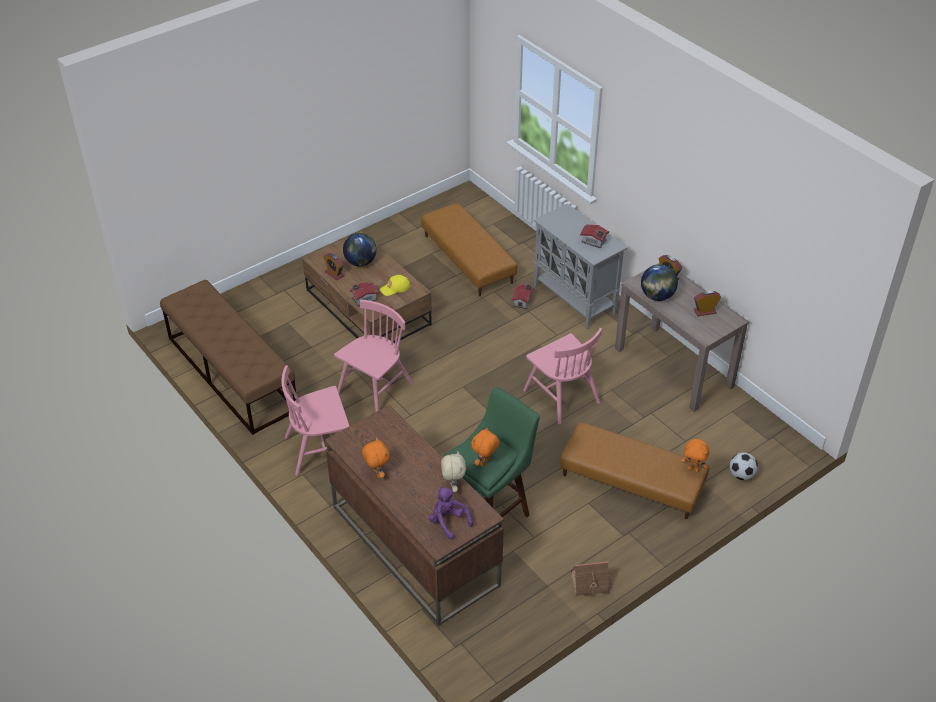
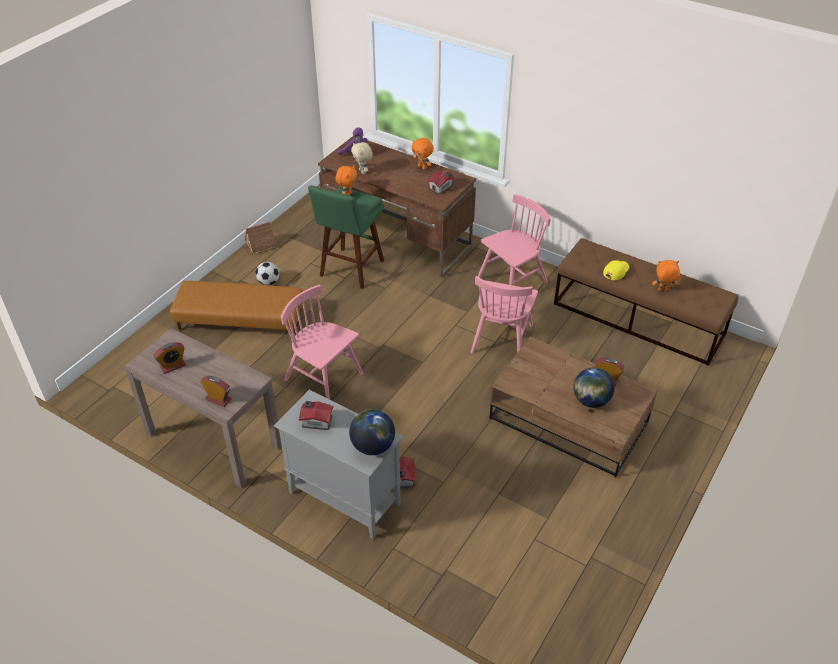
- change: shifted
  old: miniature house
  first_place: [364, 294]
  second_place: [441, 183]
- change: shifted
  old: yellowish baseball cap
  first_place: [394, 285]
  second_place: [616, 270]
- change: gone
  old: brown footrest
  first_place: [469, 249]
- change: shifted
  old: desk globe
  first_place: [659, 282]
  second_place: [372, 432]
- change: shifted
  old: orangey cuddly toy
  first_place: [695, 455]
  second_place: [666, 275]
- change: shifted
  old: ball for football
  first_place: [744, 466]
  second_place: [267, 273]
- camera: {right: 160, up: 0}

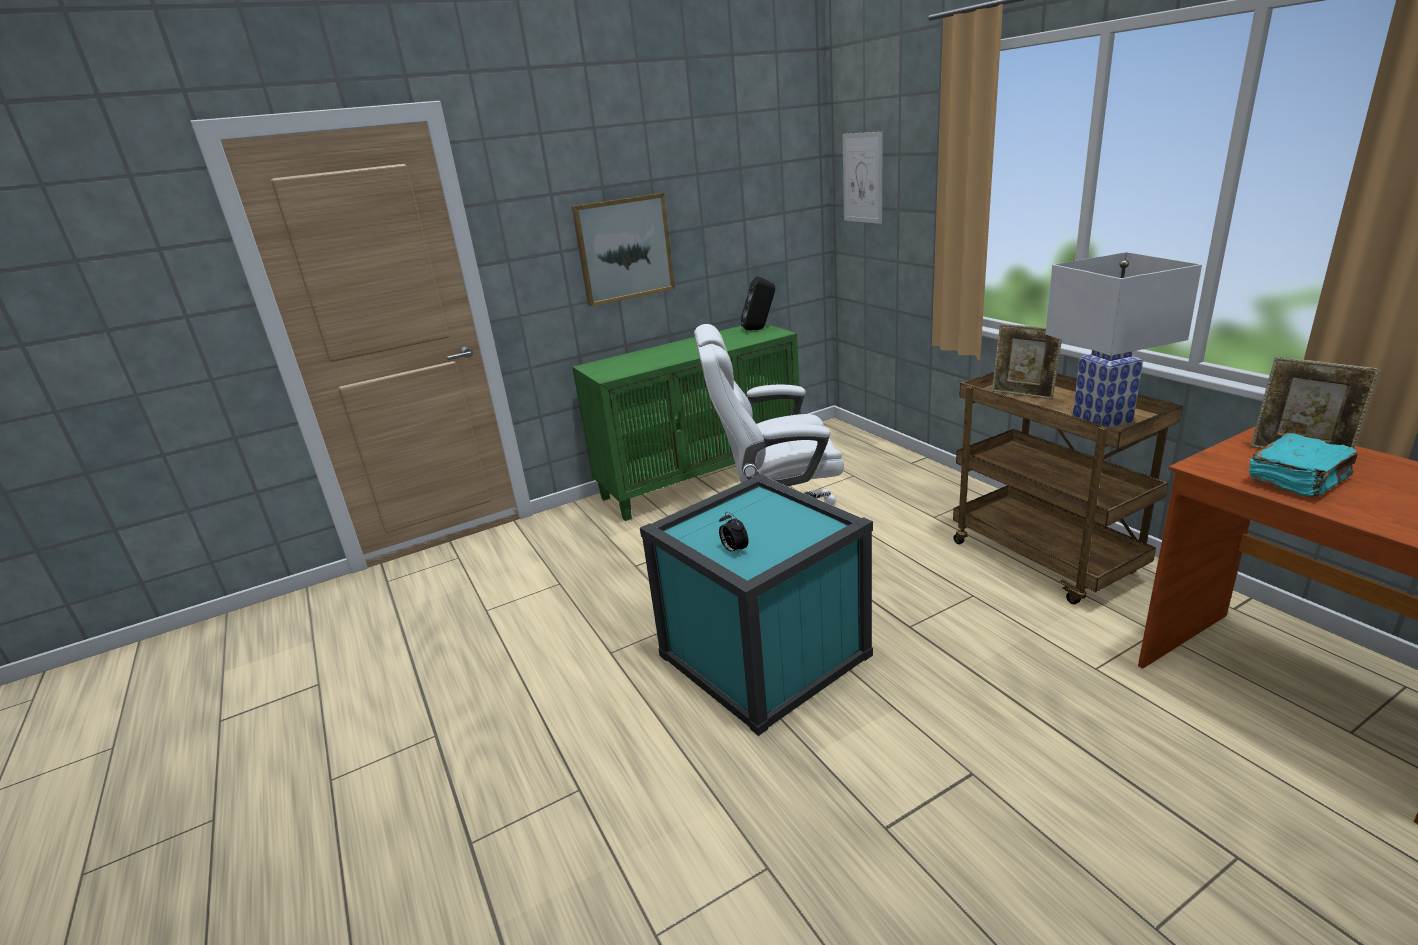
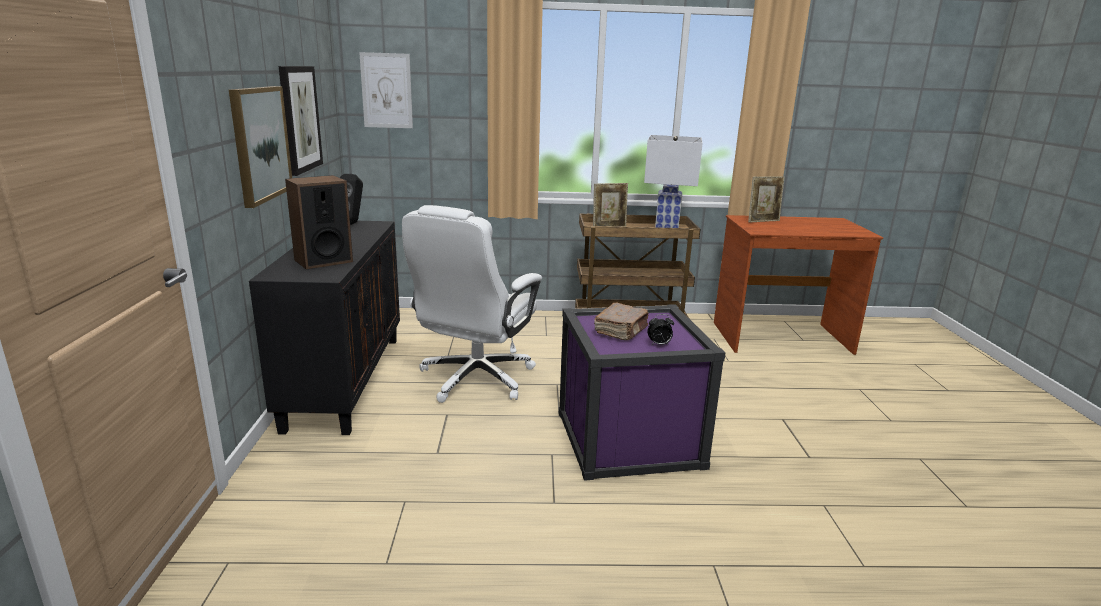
- change: repainted
  old: greenish storage cabinet
  new: black storage cabinet
  first_place: [686, 422]
  second_place: [324, 328]
- change: repainted
  old: turquoise storage box
  new: purplish storage box
  first_place: [756, 604]
  second_place: [642, 392]
- change: gone
  old: turquoise volume
  first_place: [1303, 465]
- change: new
  new: wall art
  second_place: [301, 121]
- change: new
  new: loudspeaker
  second_place: [319, 222]
- change: new
  new: brown volume
  second_place: [621, 321]
- camera: {right: -65, up: -5}

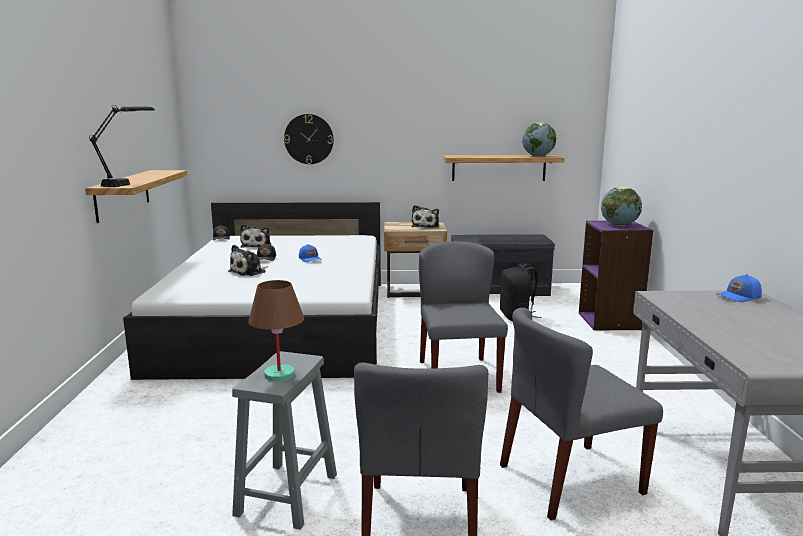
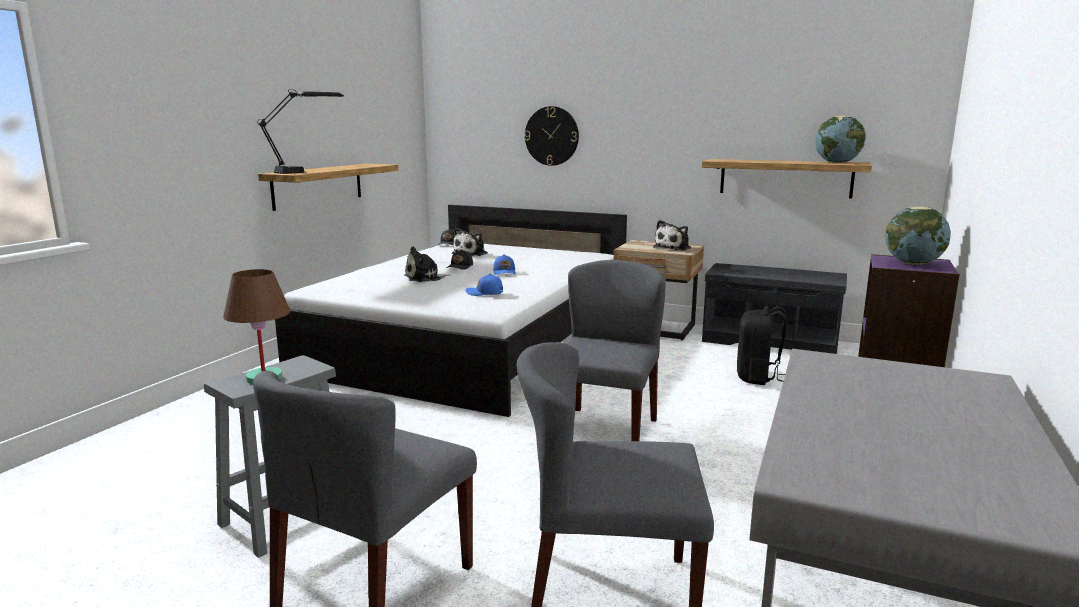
- change: shifted
  old: blue baseball cap
  first_place: [739, 288]
  second_place: [484, 285]
- camera: {right: 25, up: 0}

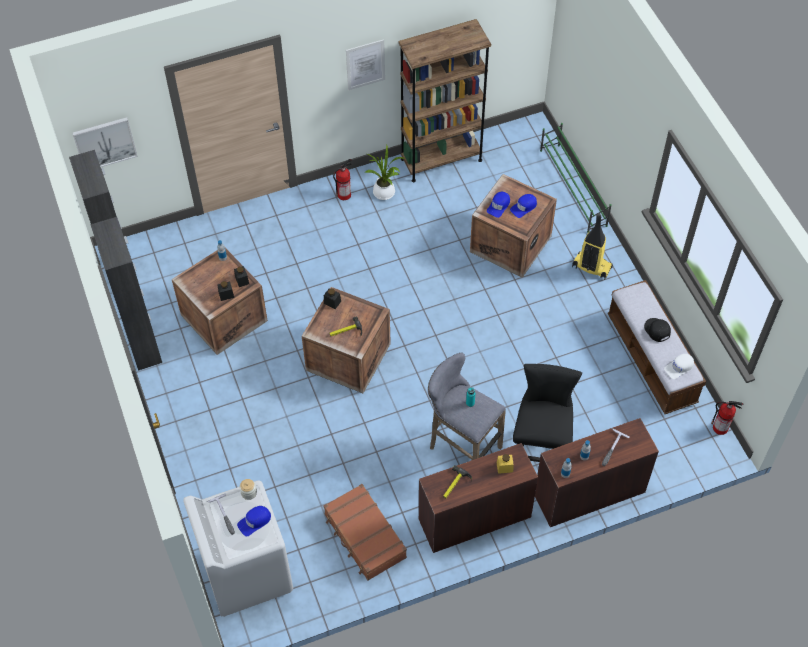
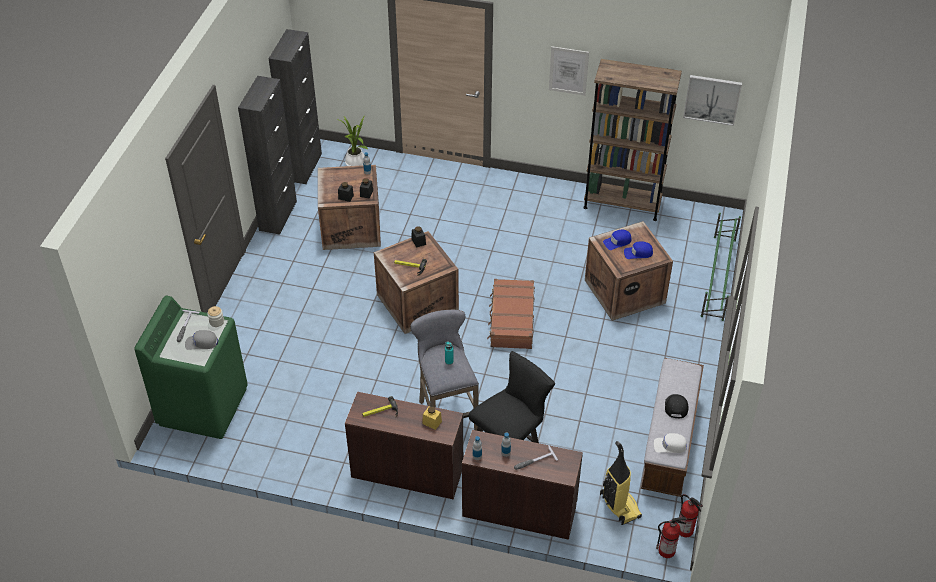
- change: shifted
  old: wall art
  first_place: [105, 142]
  second_place: [712, 100]
- change: repainted
  old: white laundry appliance
  new: greenish laundry appliance
  first_place: [238, 548]
  second_place: [191, 367]
- change: repainted
  old: blue baseball cap
  new: gray baseball cap
  first_place: [254, 521]
  second_place: [201, 340]
- change: shifted
  old: brown piece of luggage
  first_place: [365, 532]
  second_place: [511, 314]
- change: shifted
  old: extinguisher
  first_place: [342, 179]
  second_place: [672, 537]
- change: shifted
  old: potted plant
  first_place: [385, 172]
  second_place: [352, 141]
- change: shifted
  old: vacuum
  first_place: [592, 246]
  second_place: [621, 483]
- camera: {right: 35, up: -10}

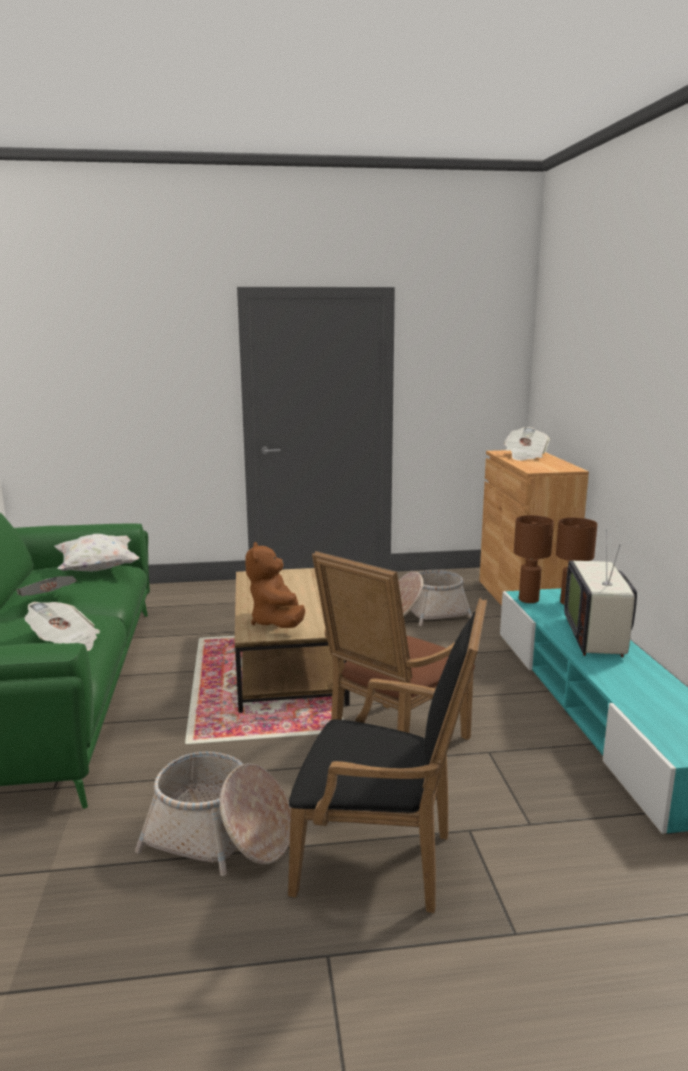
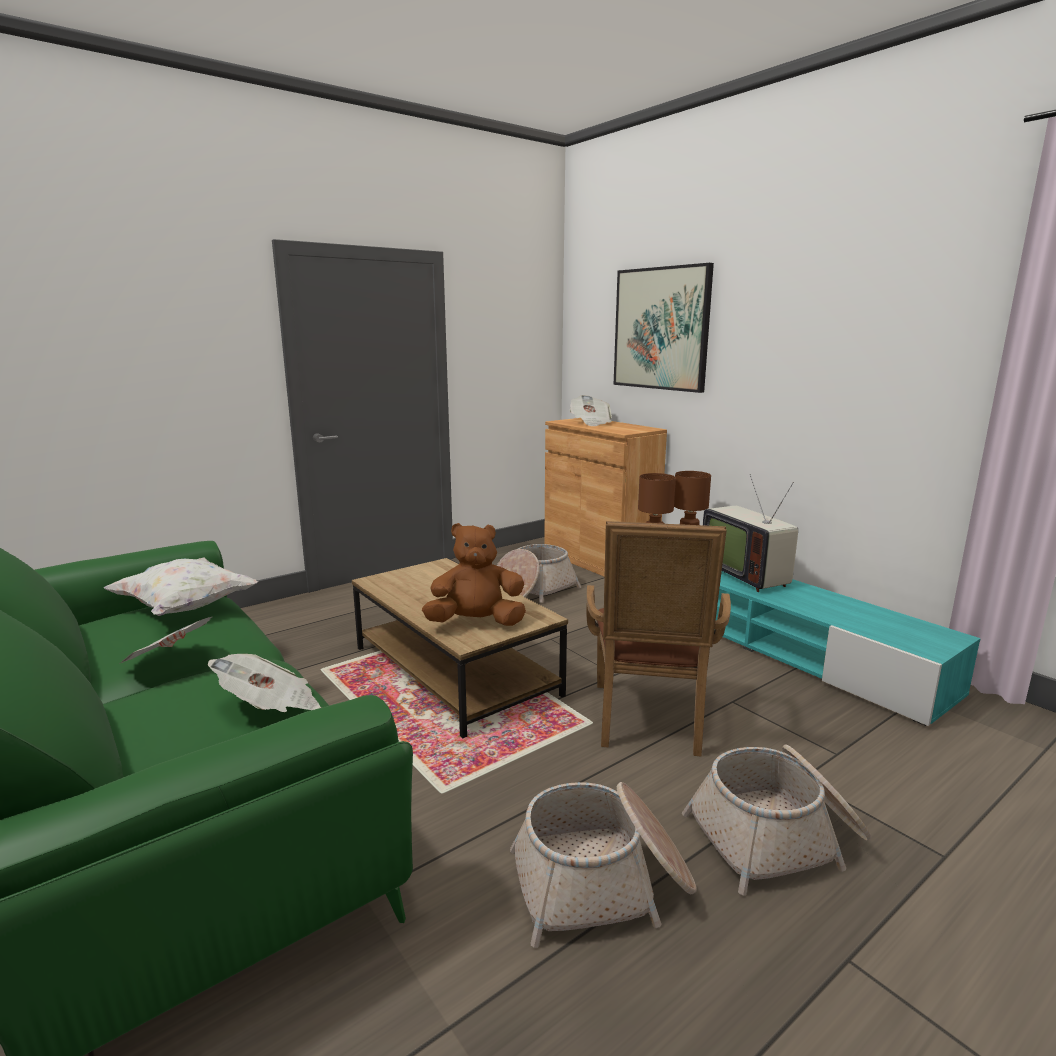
- change: rotated
  old: brown cuddly toy
  first_place: [275, 585]
  second_place: [474, 574]
  degrees: 120
- change: swapped
  old: black lounge chair
  new: storage basket
  first_place: [387, 755]
  second_place: [776, 820]
- change: new
  new: wall art
  second_place: [664, 328]
- camera: {right: -30, up: 0}

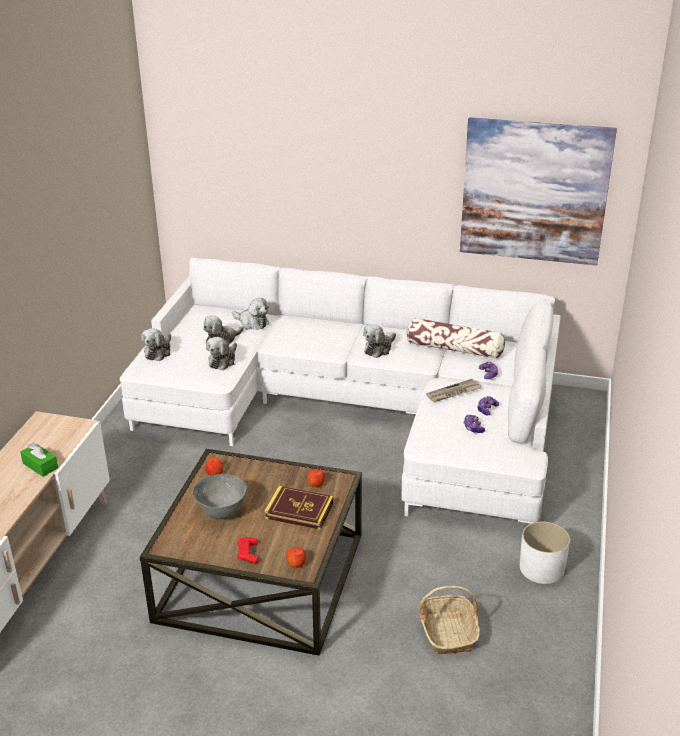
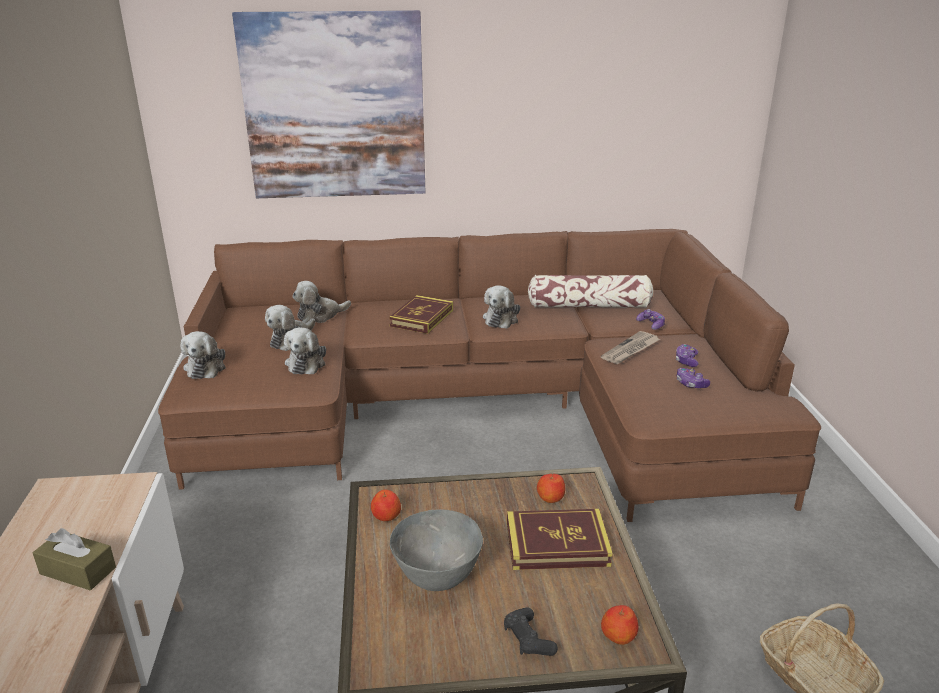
- change: repainted
  old: greenish tissue holder
  new: brown tissue holder
  first_place: [39, 459]
  second_place: [74, 559]
- change: repainted
  old: white couch
  new: brown couch
  first_place: [340, 390]
  second_place: [489, 375]
- change: rotated
  old: cuddly toy
  first_place: [250, 314]
  second_place: [321, 302]
  degrees: 135
- change: repainted
  old: reddish game controller
  new: black game controller
  first_place: [247, 550]
  second_place: [531, 632]
- change: shifted
  old: wall art
  first_place: [538, 191]
  second_place: [329, 104]
- change: gone
  old: white planter
  first_place: [545, 552]
- change: new
  new: volume
  second_place: [421, 314]
- camera: {right: -20, up: -5}

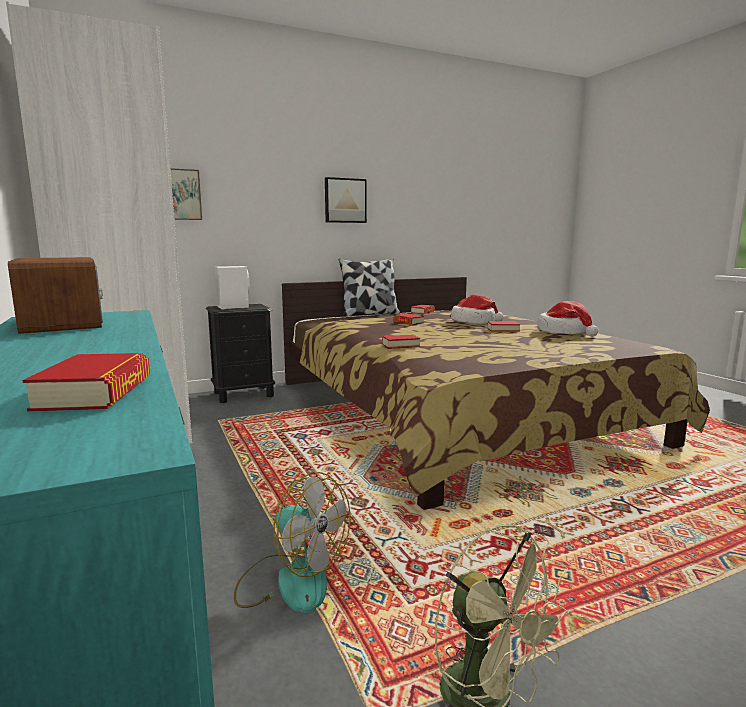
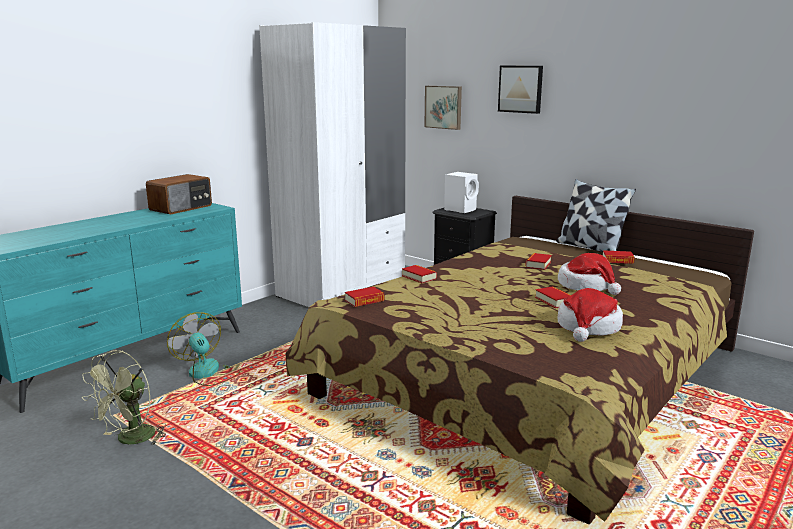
- change: shifted
  old: volume
  first_place: [86, 382]
  second_place: [365, 297]
- change: rotated
  old: fan
  first_place: [292, 542]
  second_place: [204, 349]
  degrees: 135
- change: shifted
  old: wall art
  first_place: [346, 200]
  second_place: [520, 90]
- camera: {right: 65, up: 5}

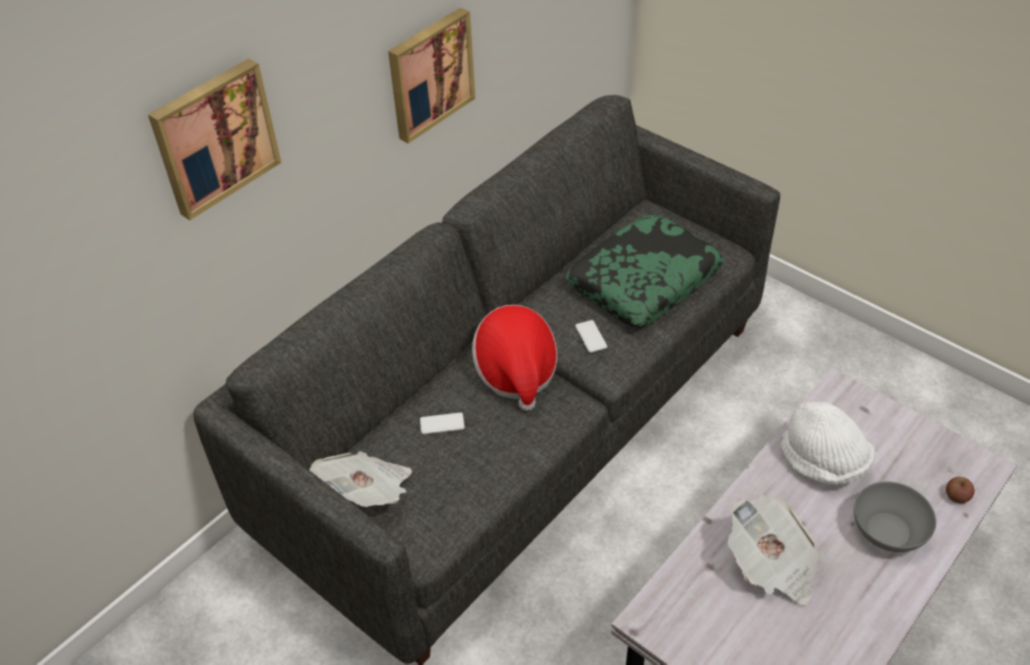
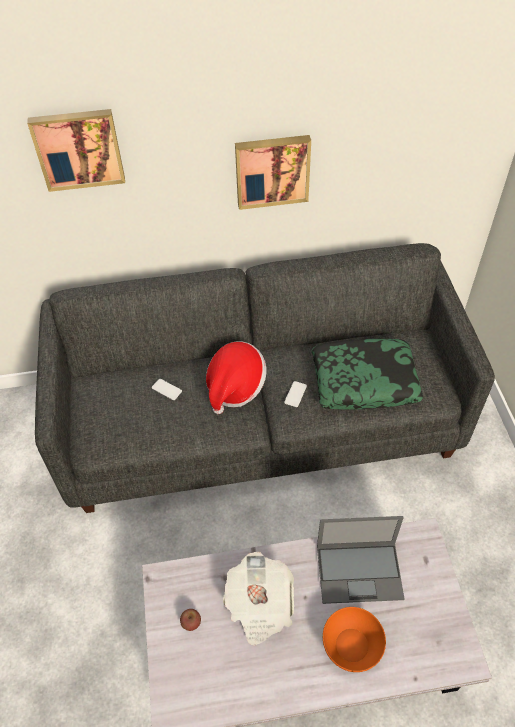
- change: gone
  old: printed paper
  first_place: [360, 479]
- change: swapped
  old: white clothing hat
  new: laptop
  first_place: [828, 443]
  second_place: [361, 560]
- change: repainted
  old: gray deep dish
  new: orangey deep dish
  first_place: [895, 516]
  second_place: [354, 639]
- change: shifted
  old: apple fruit
  first_place: [960, 490]
  second_place: [190, 620]
- camera: {right: 40, up: 5}

